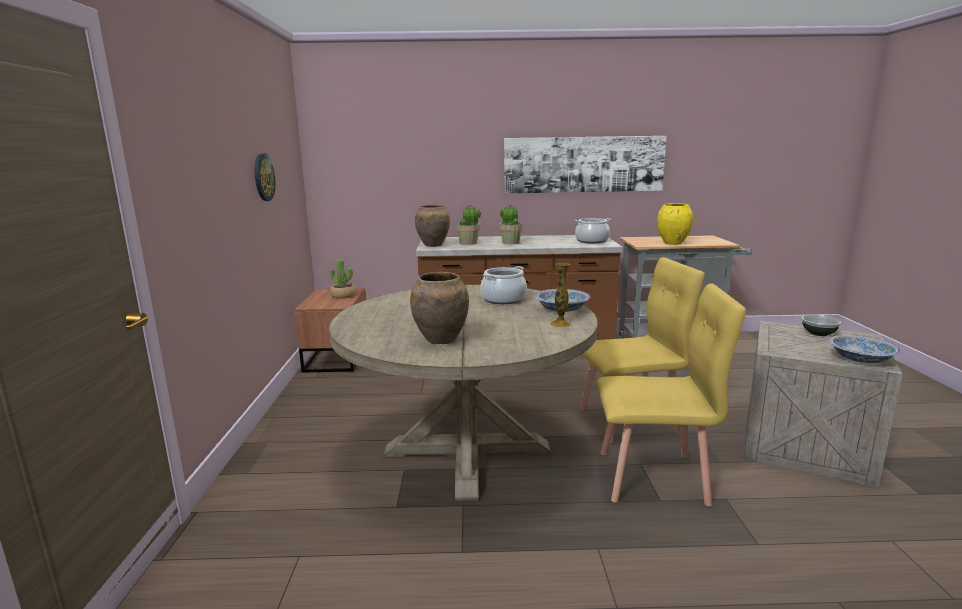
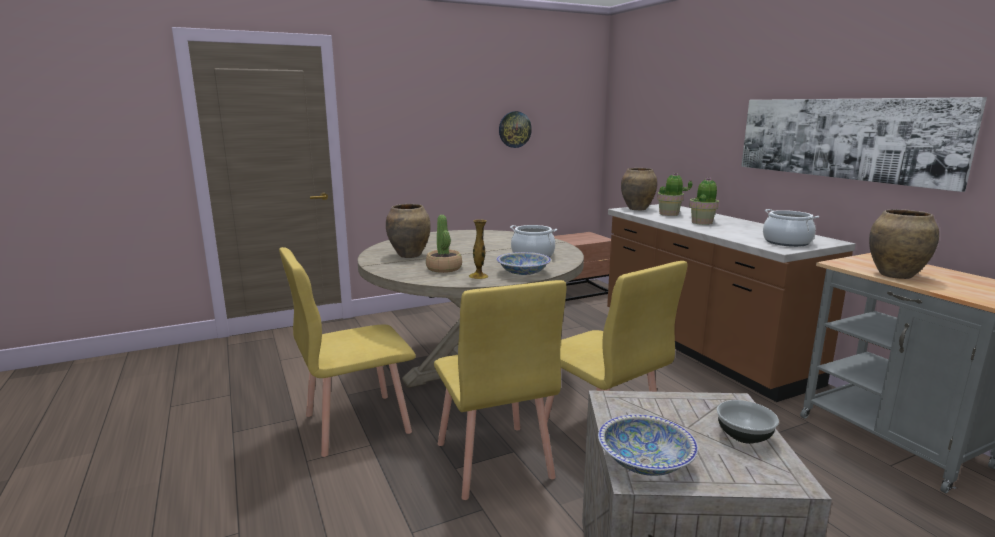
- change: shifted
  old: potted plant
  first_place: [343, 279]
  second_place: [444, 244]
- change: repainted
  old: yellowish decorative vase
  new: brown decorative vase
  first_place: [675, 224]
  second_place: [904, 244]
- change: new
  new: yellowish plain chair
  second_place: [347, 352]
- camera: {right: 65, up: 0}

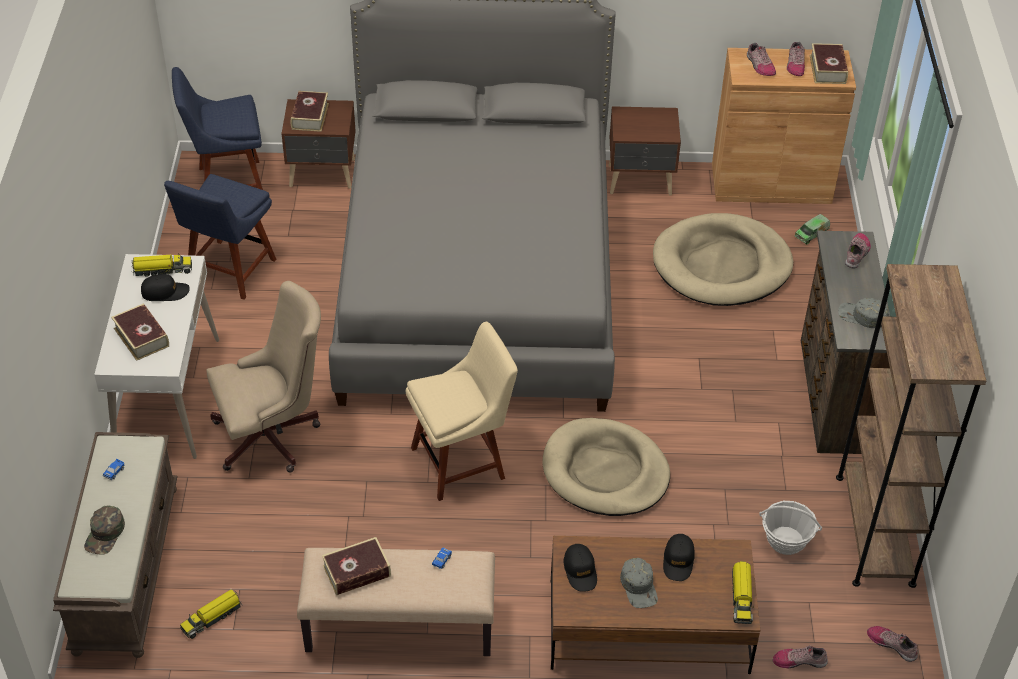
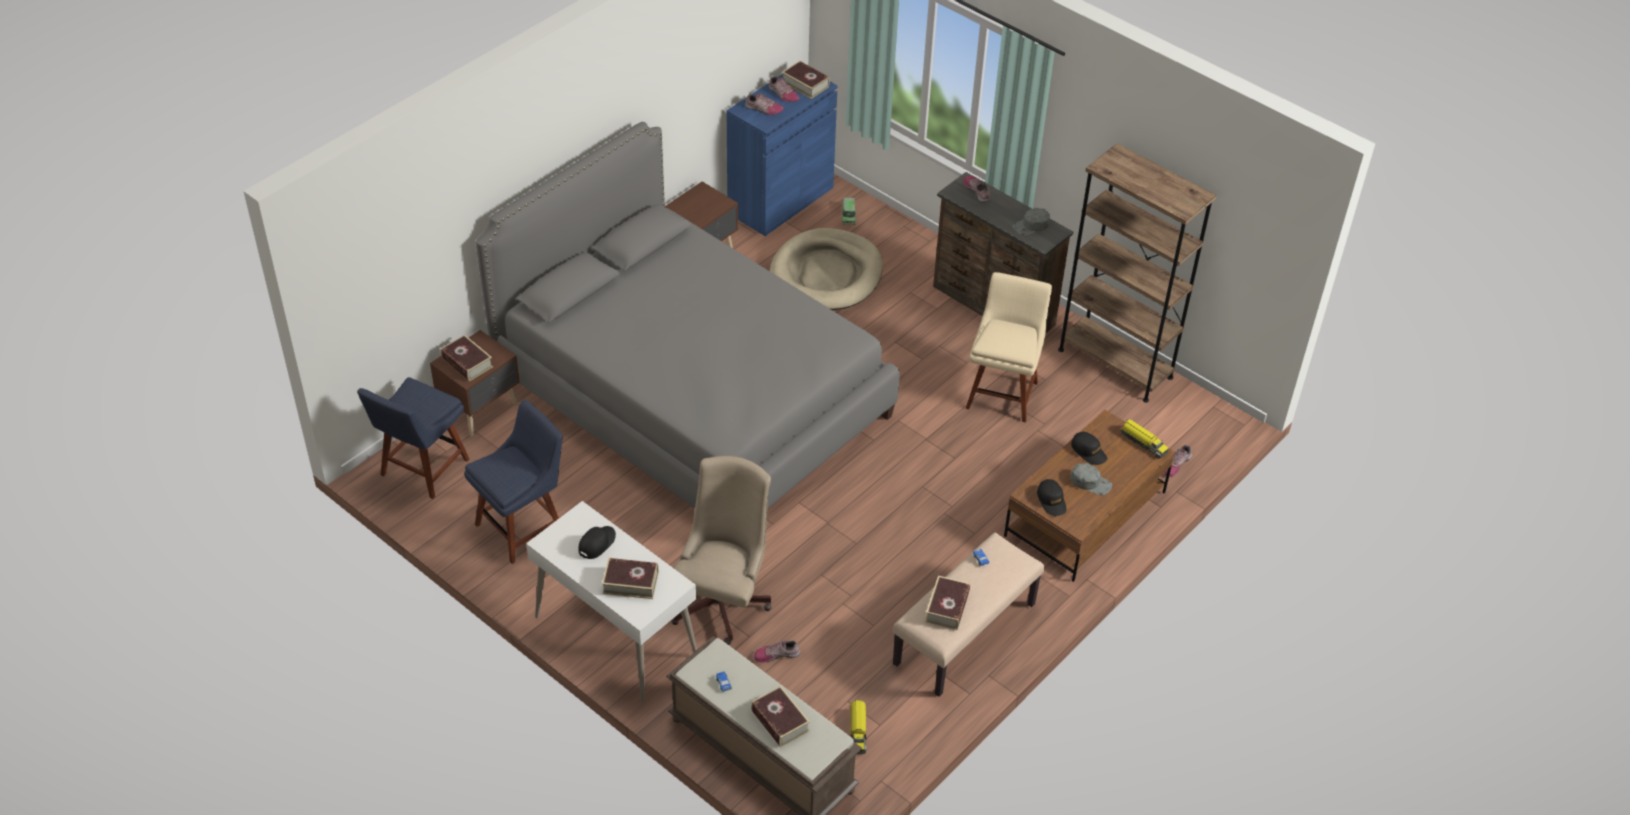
- change: swapped
  old: greenish baseball cap
  new: volume
  first_place: [104, 529]
  second_place: [780, 716]
- change: gone
  old: toy truck
  first_place: [161, 265]
- change: rotated
  old: blue plain chair
  first_place: [220, 237]
  second_place: [513, 482]
  degrees: -105
- change: shifted
  old: beige plain chair
  first_place: [462, 411]
  second_place: [1008, 347]
- change: gone
  old: beige dog bed
  first_place: [606, 467]
- change: rotated
  old: black baseball cap
  first_place: [580, 568]
  second_place: [1052, 497]
  degrees: 45
- change: repainted
  old: brown storage cabinet
  new: blue storage cabinet
  first_place: [784, 126]
  second_place: [782, 155]
- change: gone
  old: storage basket
  first_place: [790, 528]
- change: shifted
  old: low shoe
  first_place: [892, 644]
  second_place: [777, 651]
- camera: {right: -50, up: 0}

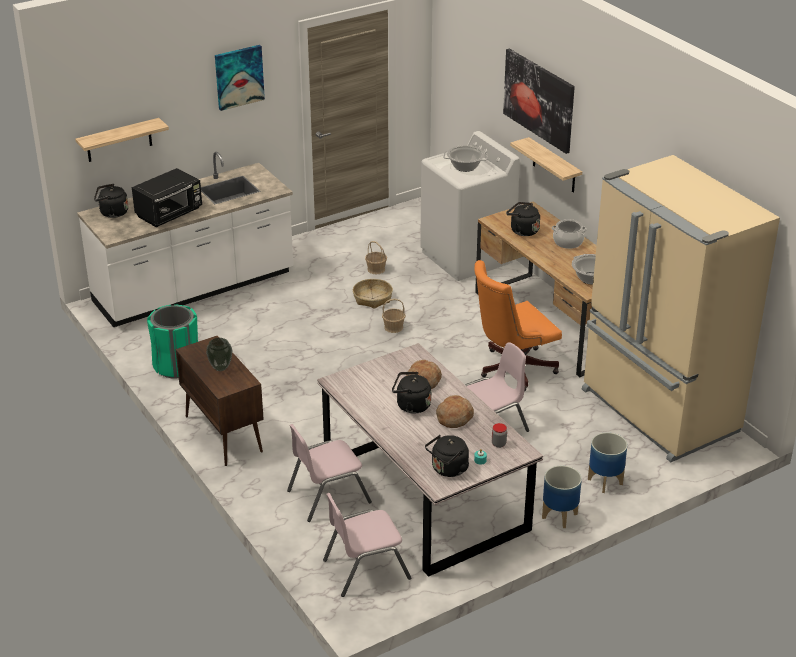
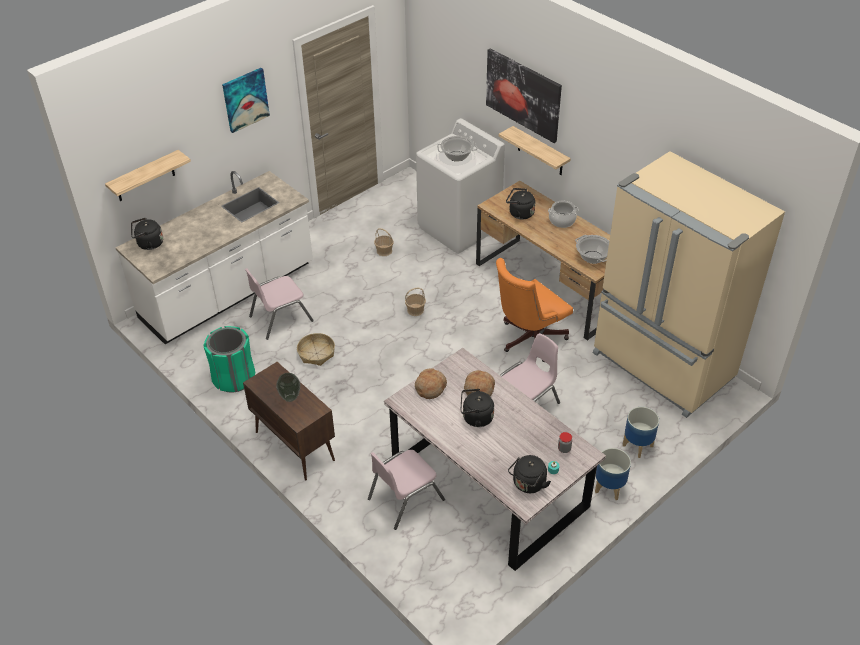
- change: gone
  old: black microwave oven
  first_place: [167, 197]
- change: shifted
  old: pinkish plain chair
  first_place: [367, 545]
  second_place: [279, 304]
- change: shifted
  old: storage basket
  first_place: [373, 294]
  second_place: [316, 349]
- change: shifted
  old: baked bread
  first_place: [455, 411]
  second_place: [431, 384]
- camera: {right: -10, up: 10}

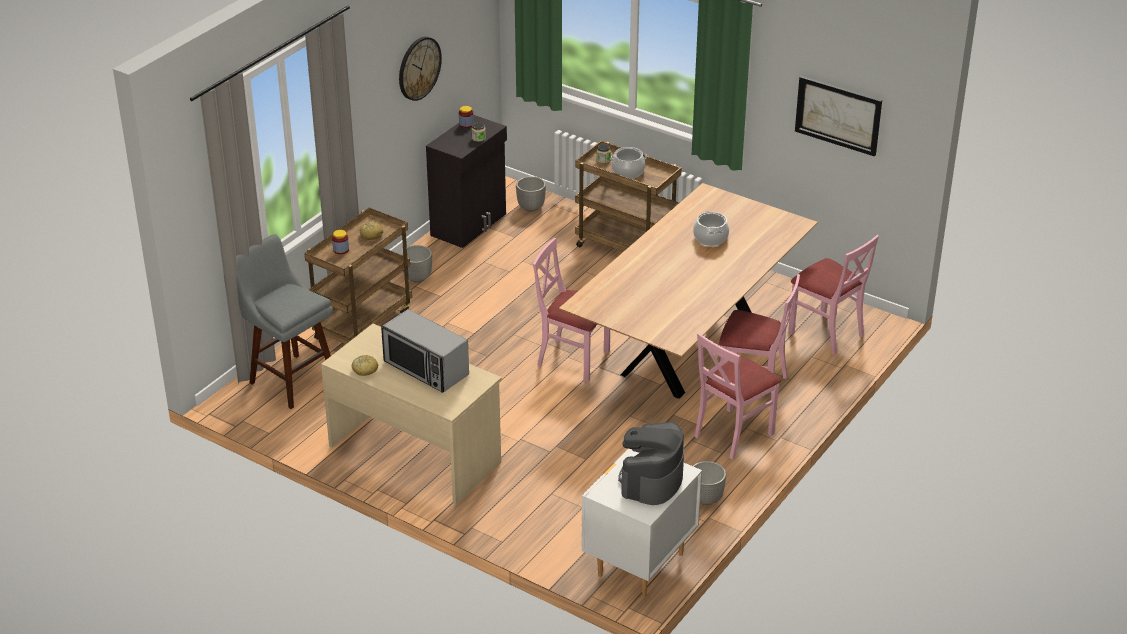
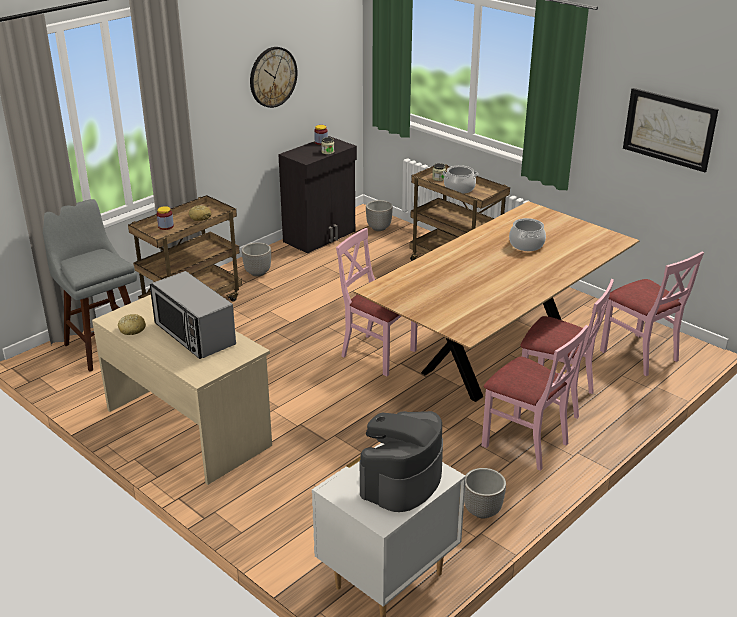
- change: rotated
  old: pinkish plain chair
  first_place: [737, 396]
  second_place: [535, 398]
  degrees: -105
- camera: {right: 10, up: -5}

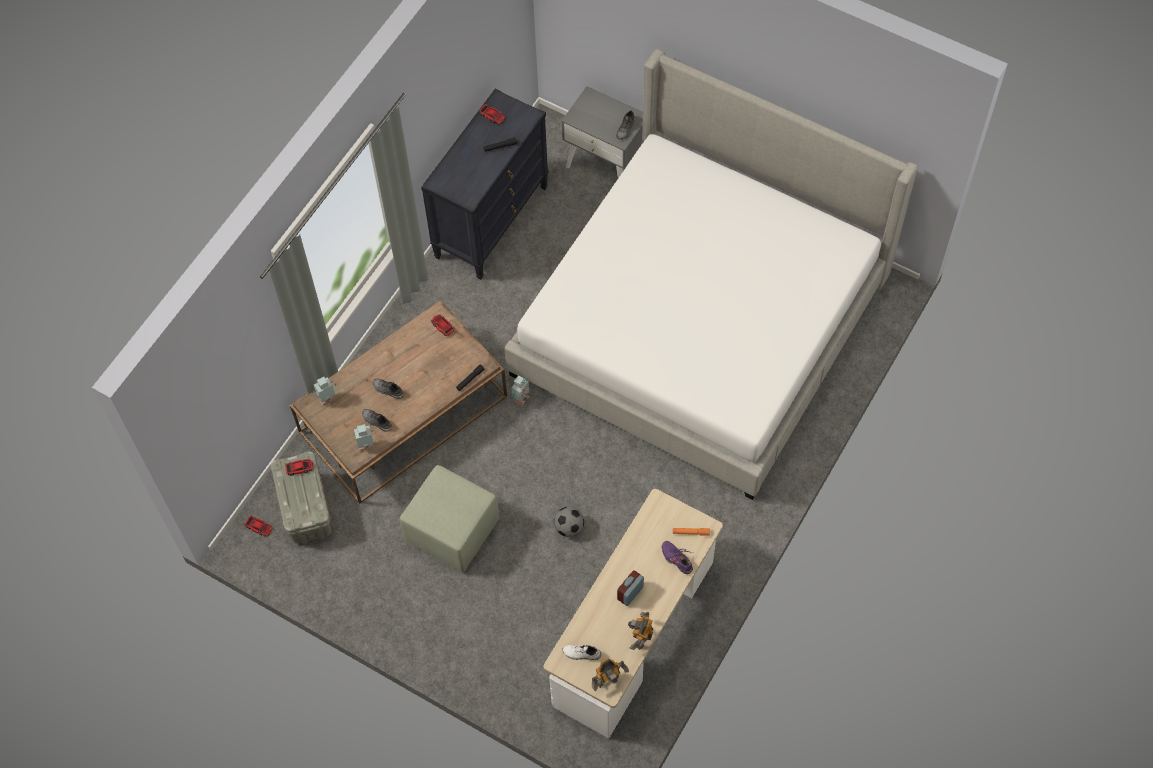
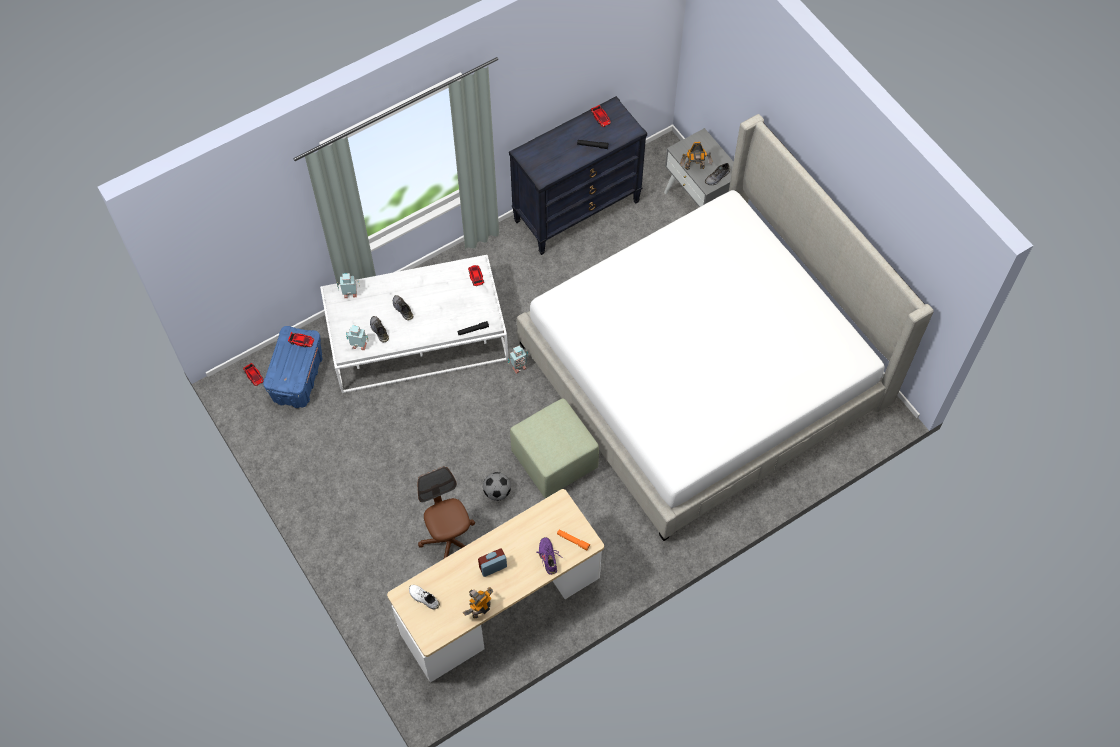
- change: repainted
  old: gray storage box
  new: blue storage box
  first_place: [301, 498]
  second_place: [292, 367]
- change: repainted
  old: brown lounge table
  new: white lounge table
  first_place: [398, 401]
  second_place: [414, 324]
- change: shifted
  old: greenish footrest
  first_place: [450, 518]
  second_place: [554, 448]
- change: shifted
  old: model robot
  first_place: [610, 674]
  second_place: [696, 156]
- change: new
  new: brown desk chair
  second_place: [446, 512]
- camera: {right: 25, up: 0}

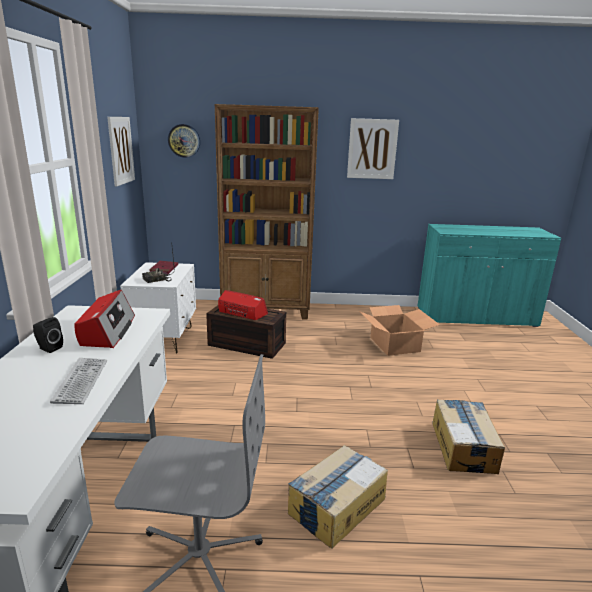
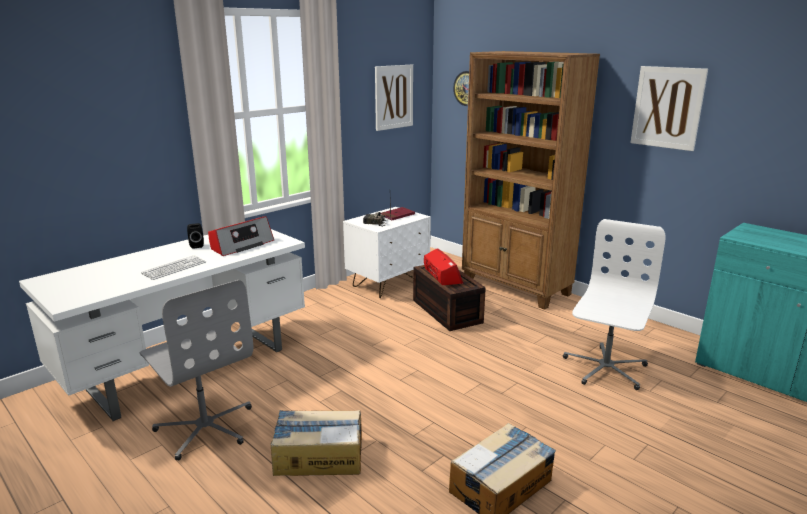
- change: swapped
  old: packing box
  new: white desk chair
  first_place: [399, 330]
  second_place: [614, 304]
- camera: {right: 45, up: 0}

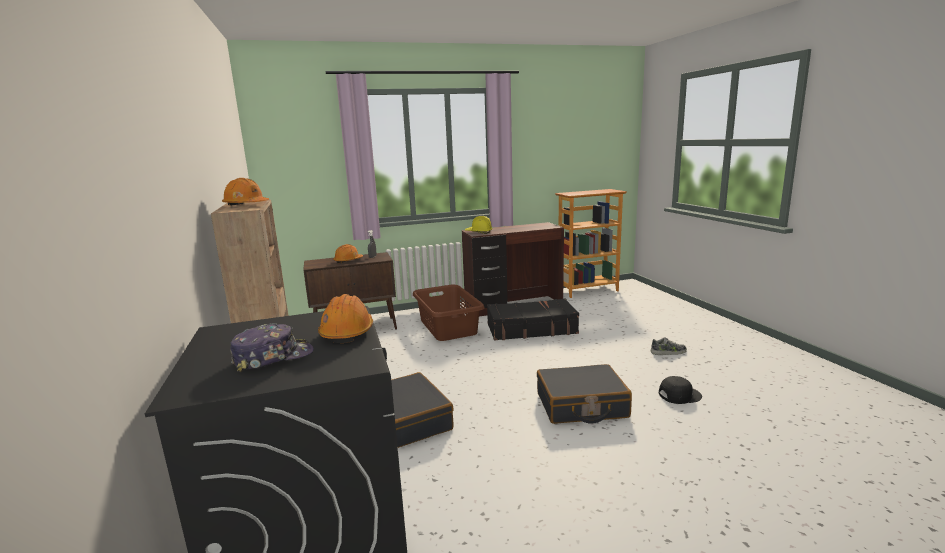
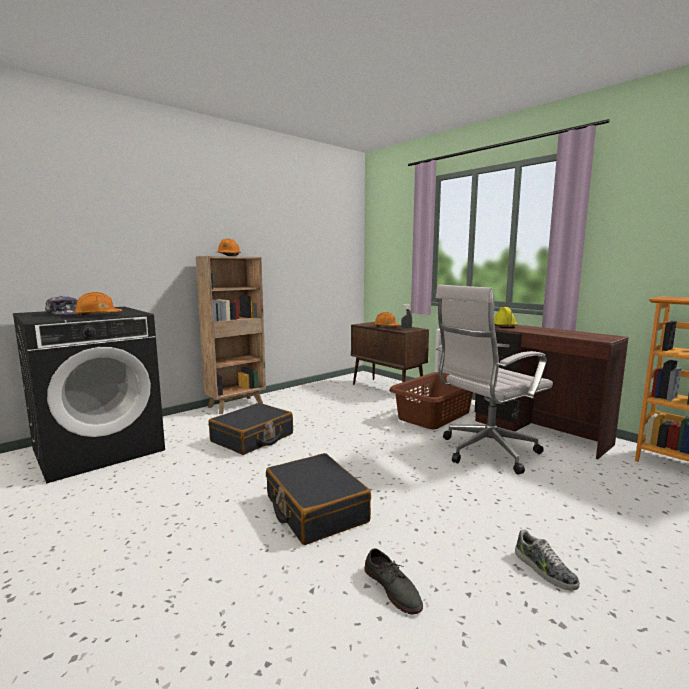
- change: swapped
  old: black piece of luggage
  new: white desk chair
  first_place: [533, 319]
  second_place: [494, 380]
- change: swapped
  old: black baseball cap
  new: gray low shoe
  first_place: [680, 390]
  second_place: [393, 581]
- camera: {right: 65, up: -5}

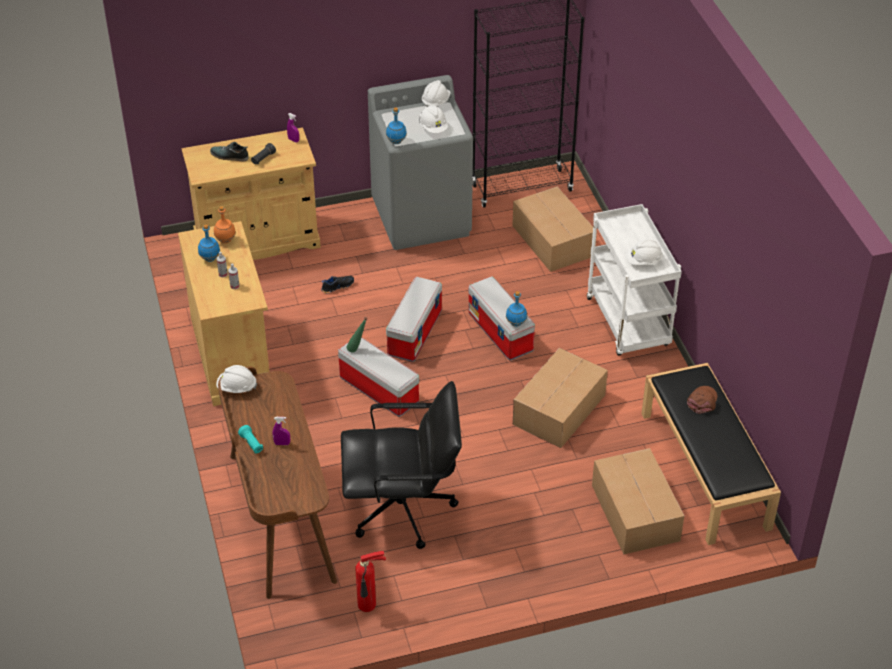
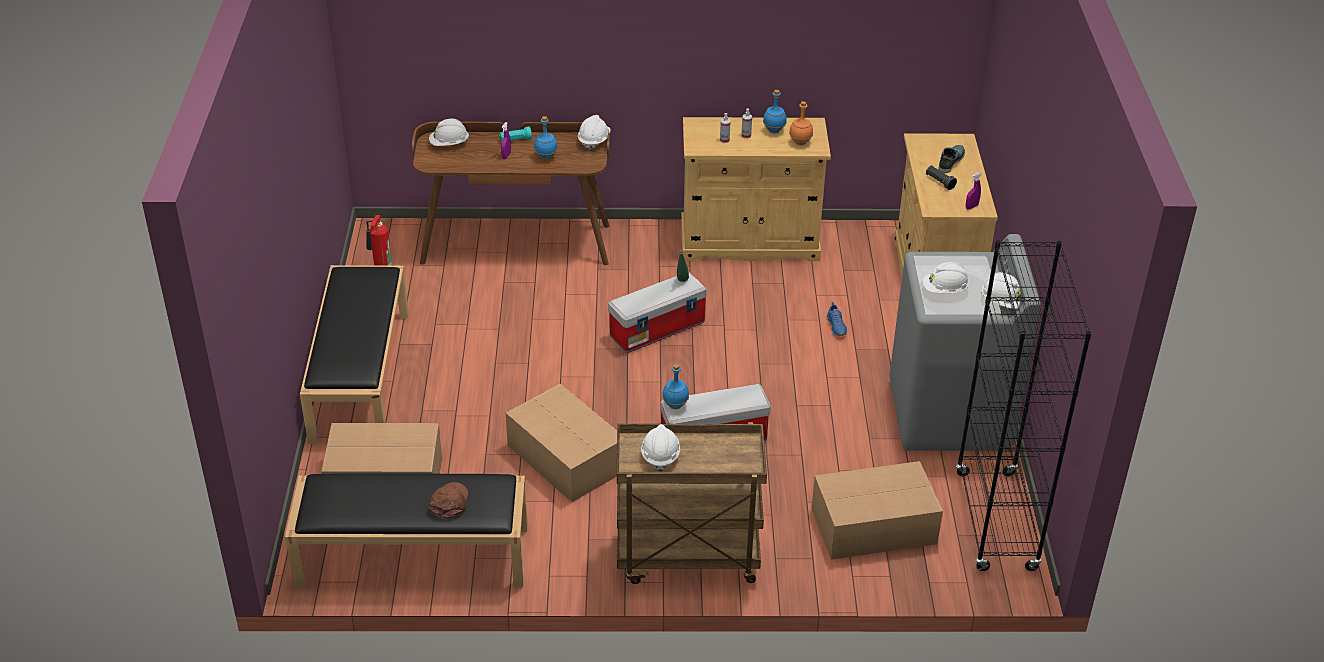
- change: repainted
  old: black low shoe
  new: blue low shoe
  first_place: [337, 285]
  second_place: [836, 319]
- change: gone
  old: black desk chair
  first_place: [401, 465]
- change: shifted
  old: blue beverage bottle
  first_place: [396, 125]
  second_place: [546, 138]
- change: gone
  old: storage box
  first_place: [414, 319]
- change: repainted
  old: white wheeled cart
  new: brown wheeled cart
  first_place: [634, 280]
  second_place: [692, 503]
- change: rotated
  old: brown baseball cap
  first_place: [702, 400]
  second_place: [448, 500]
  degrees: -120
- change: new
  new: black bench
  second_place: [354, 354]
- change: new
  new: white hard hat
  second_place: [449, 132]
- camera: {right: 105, up: -5}

